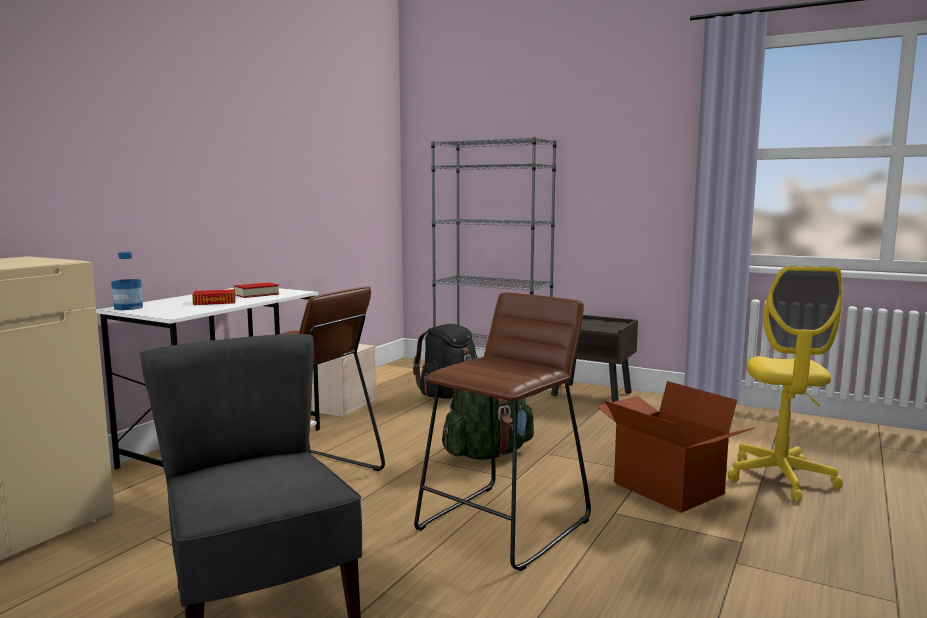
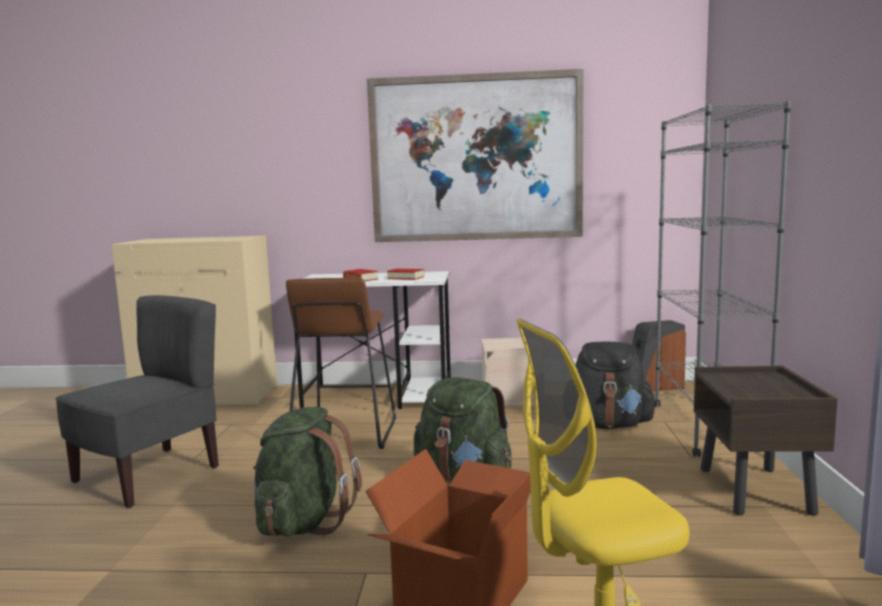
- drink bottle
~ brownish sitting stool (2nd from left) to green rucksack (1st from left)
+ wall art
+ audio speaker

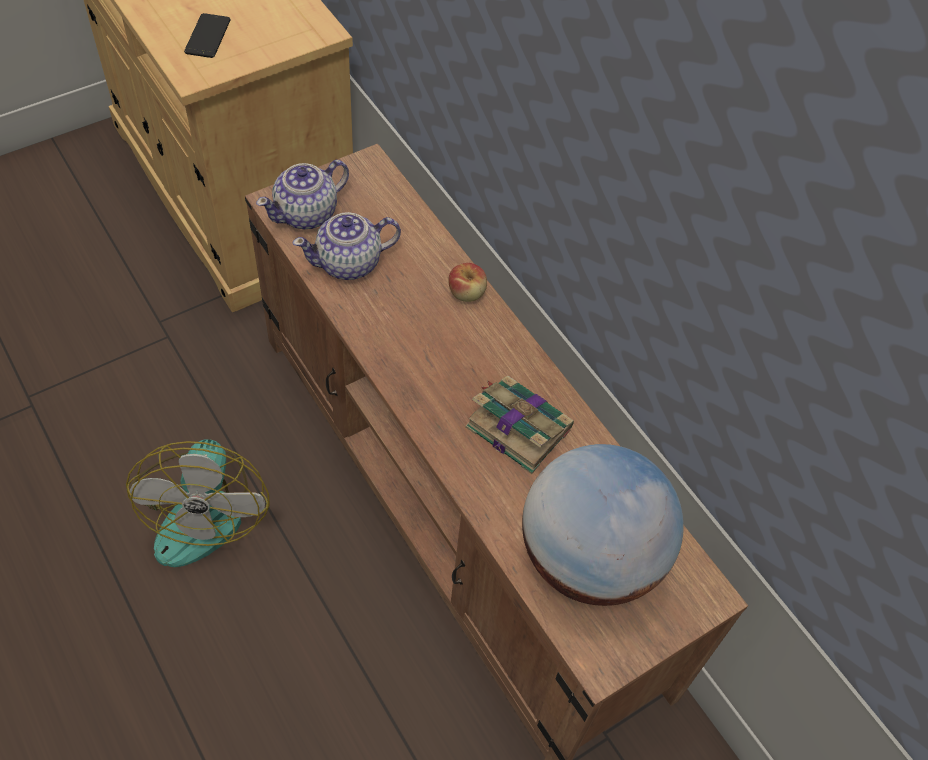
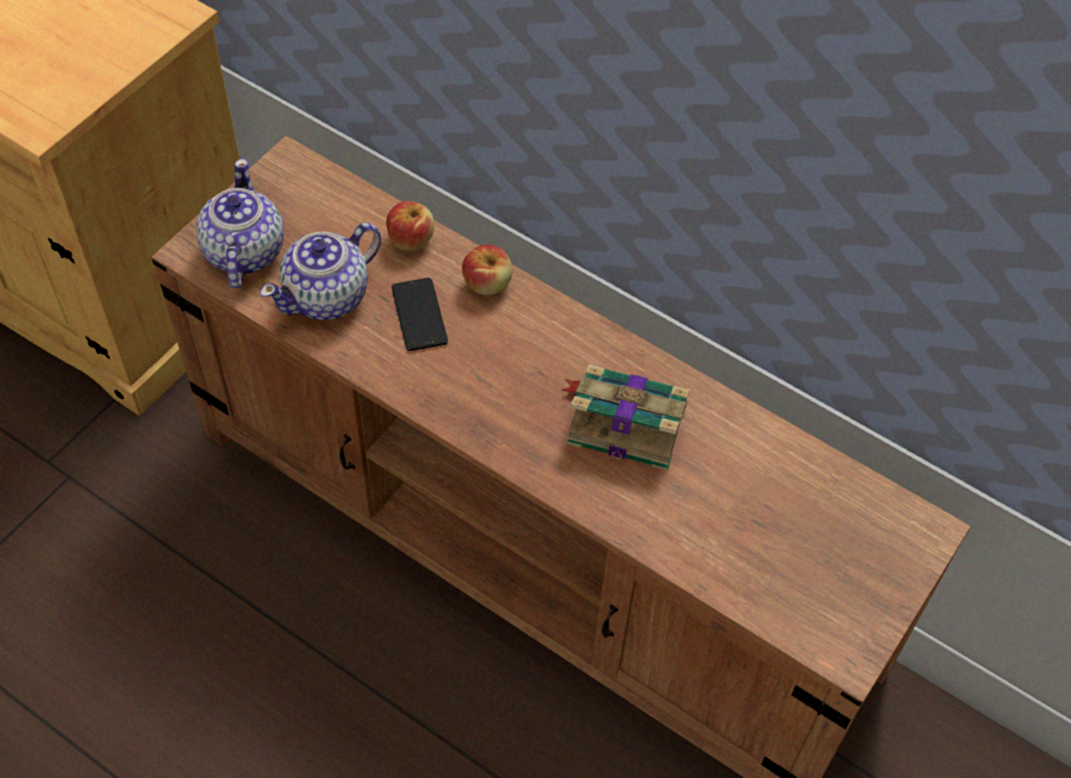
~ handset
~ tea pot (1st from left) 150 degrees clockwise
- fan
- world globe
+ whole apple (1st from left)

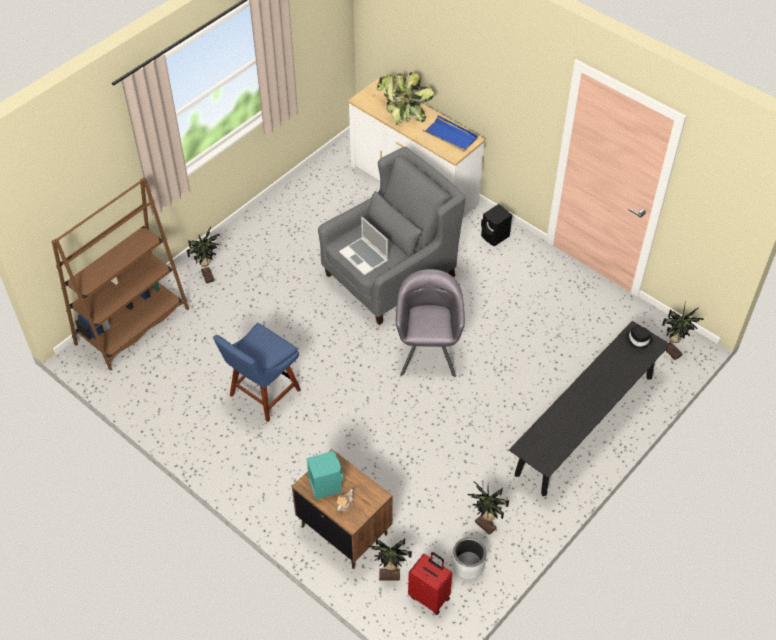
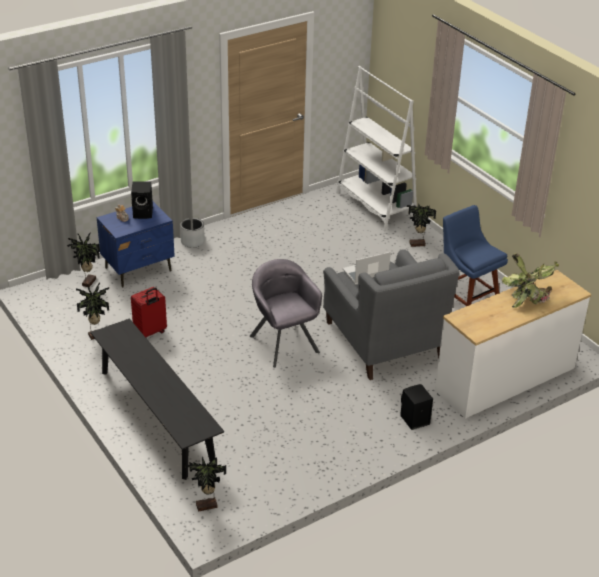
- bluish tray
~ brownish shelving unit to white shelving unit
~ grey easy chair (2nd from left in the first image) 135 degrees counterclockwise
~ bluish upright chair
- blackish clothing hat
~ brownish night table to bluish night table
~ blue-green audio speaker to blackish audio speaker (1st from left)
~ grey flower pot
~ reddish travel case

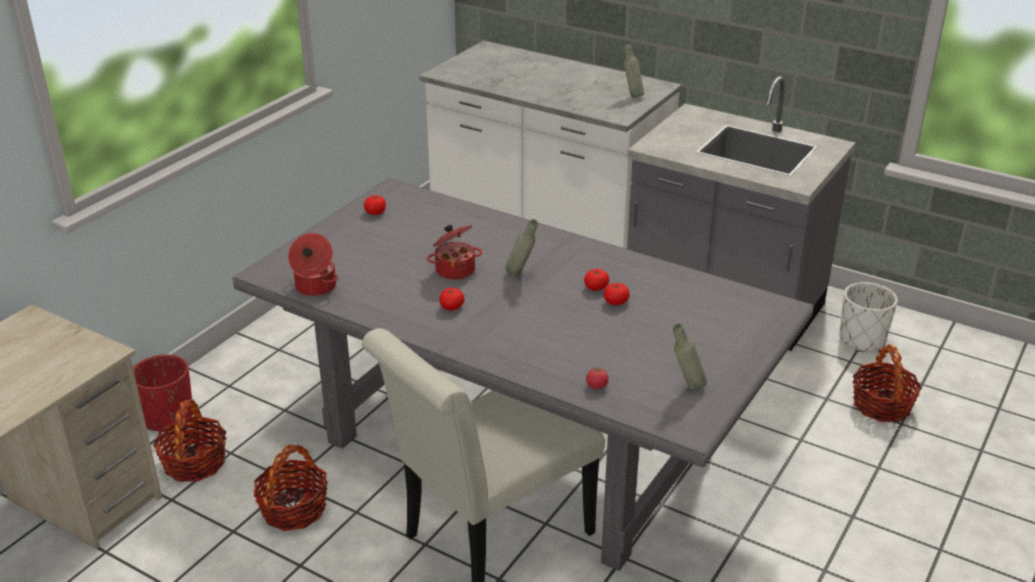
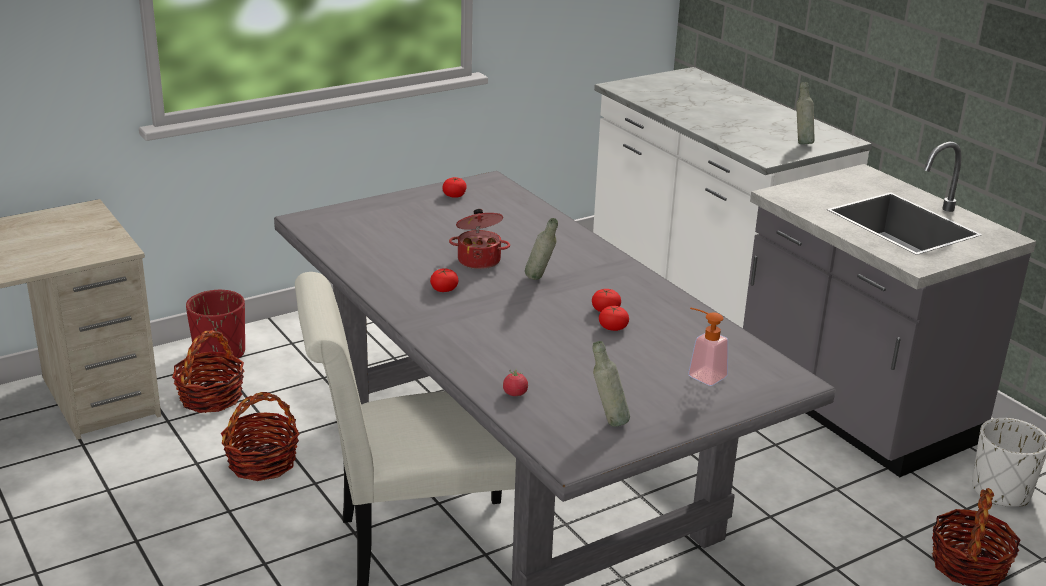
- cooking pot (1st from left)
+ liquid soap bottle

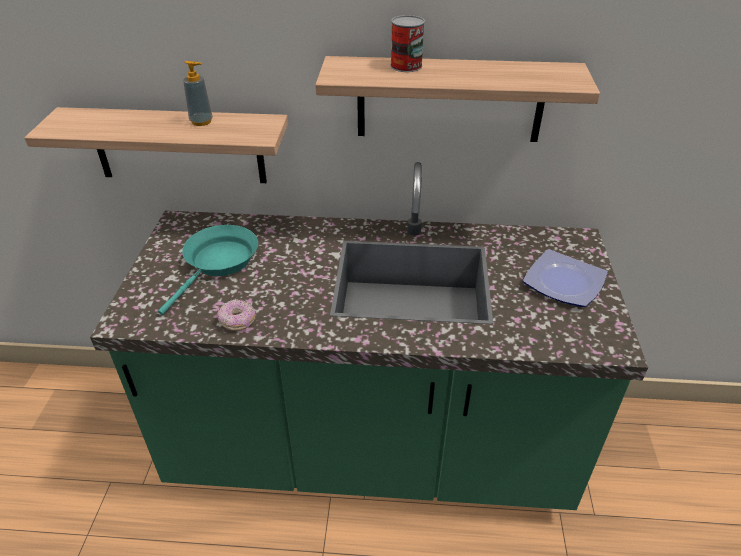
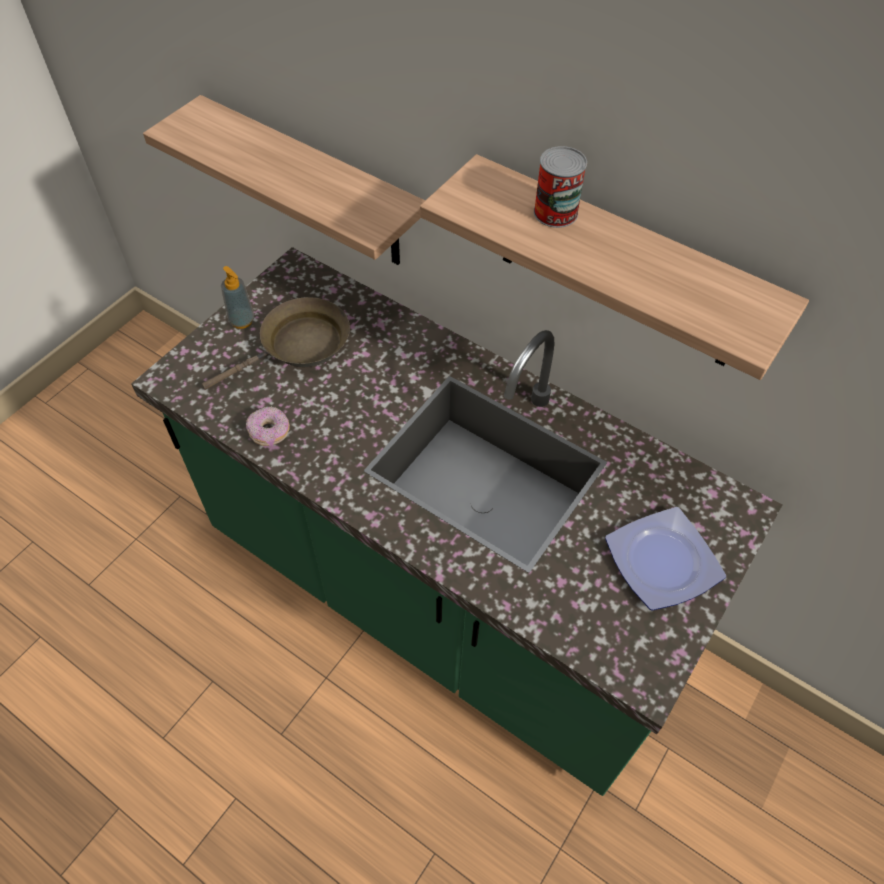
~ liquid soap bottle
~ blue-green pan to brownish pan

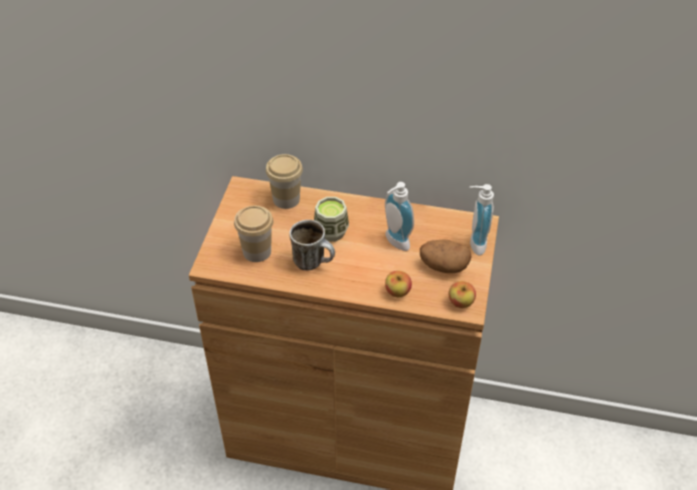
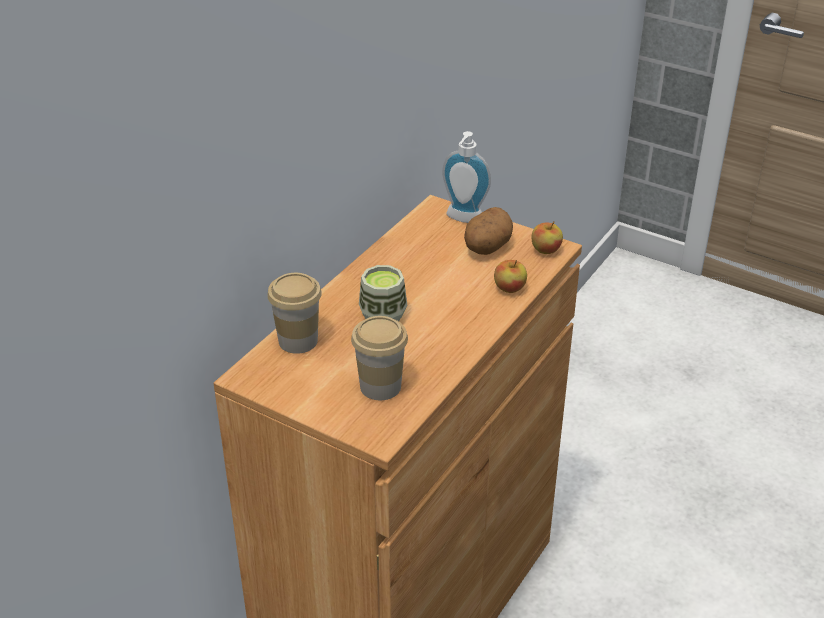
- liquid soap bottle (1st from left)
- coffee mug

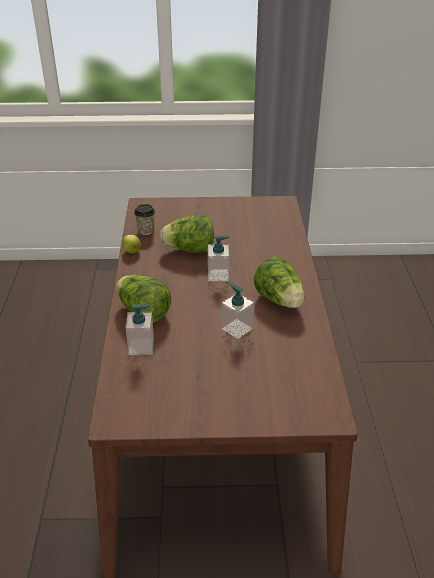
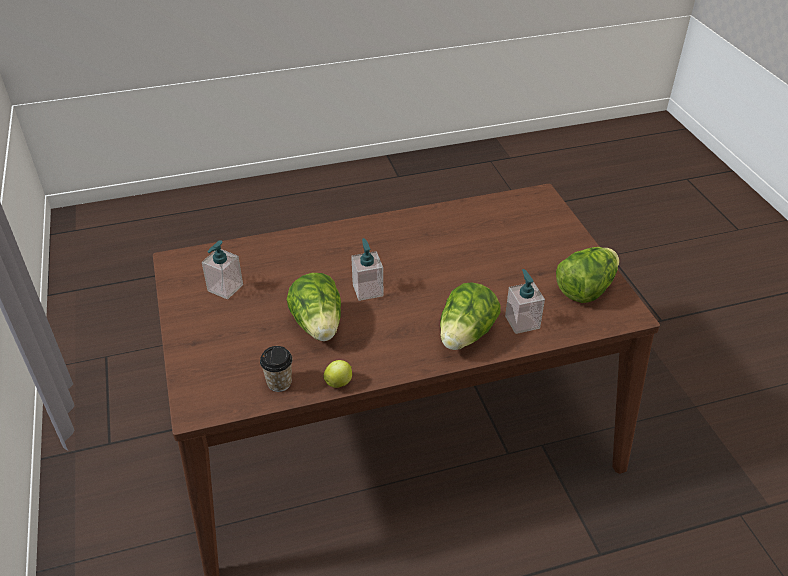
~ lettuce head (3rd from left)
~ liquid soap bottle (3rd from left in the first image) to liquid soap bottle (1st from left)

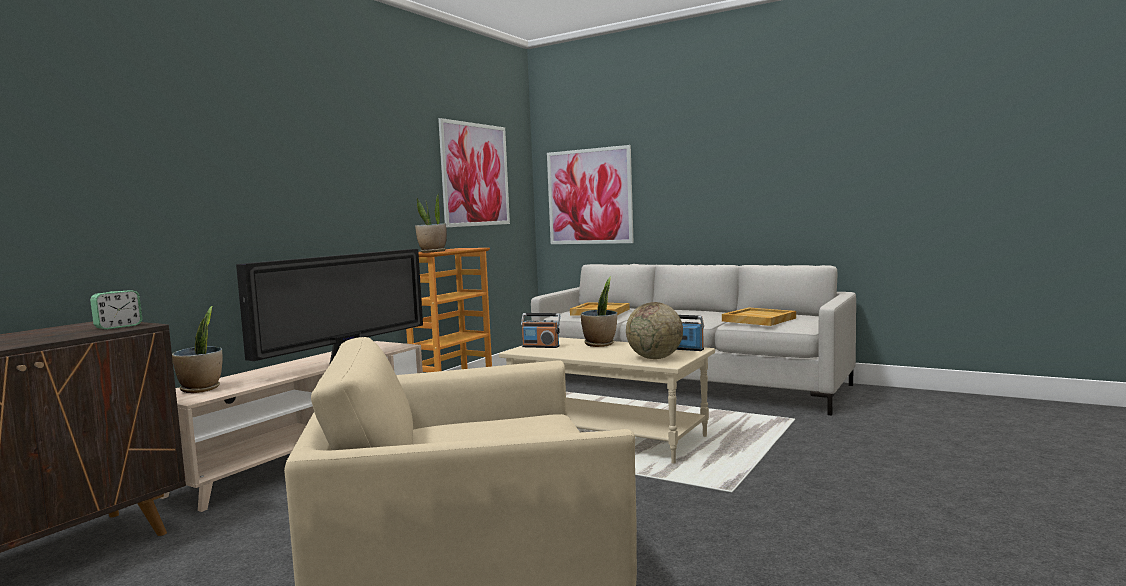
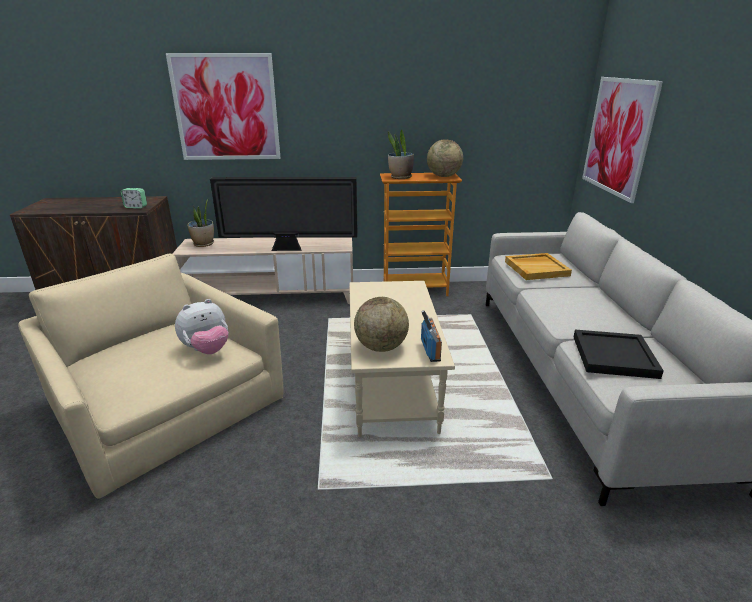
~ wall art (1st from left)
- potted plant (3rd from left)
~ beige tray (2nd from left) to blackish tray
- radio (1st from left)
+ world globe (2nd from left)
+ cuddly toy

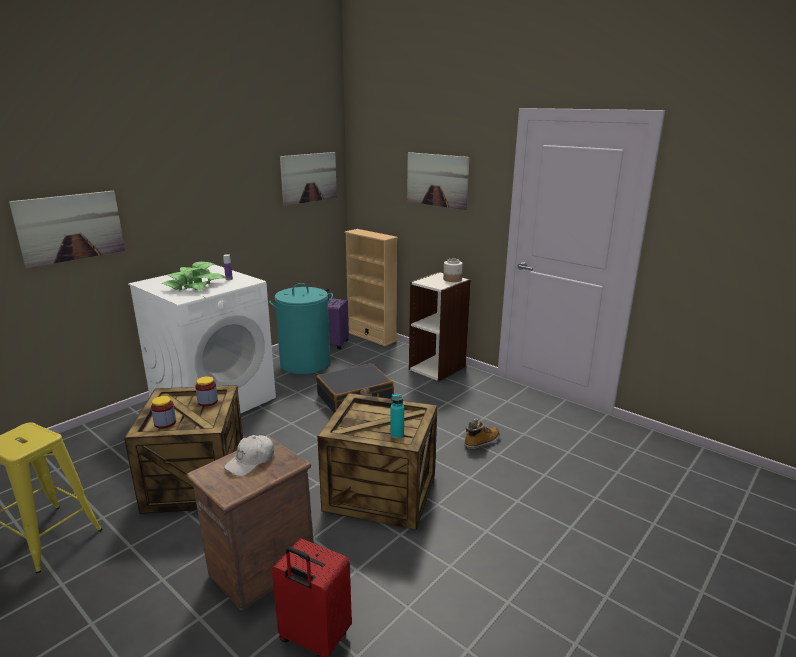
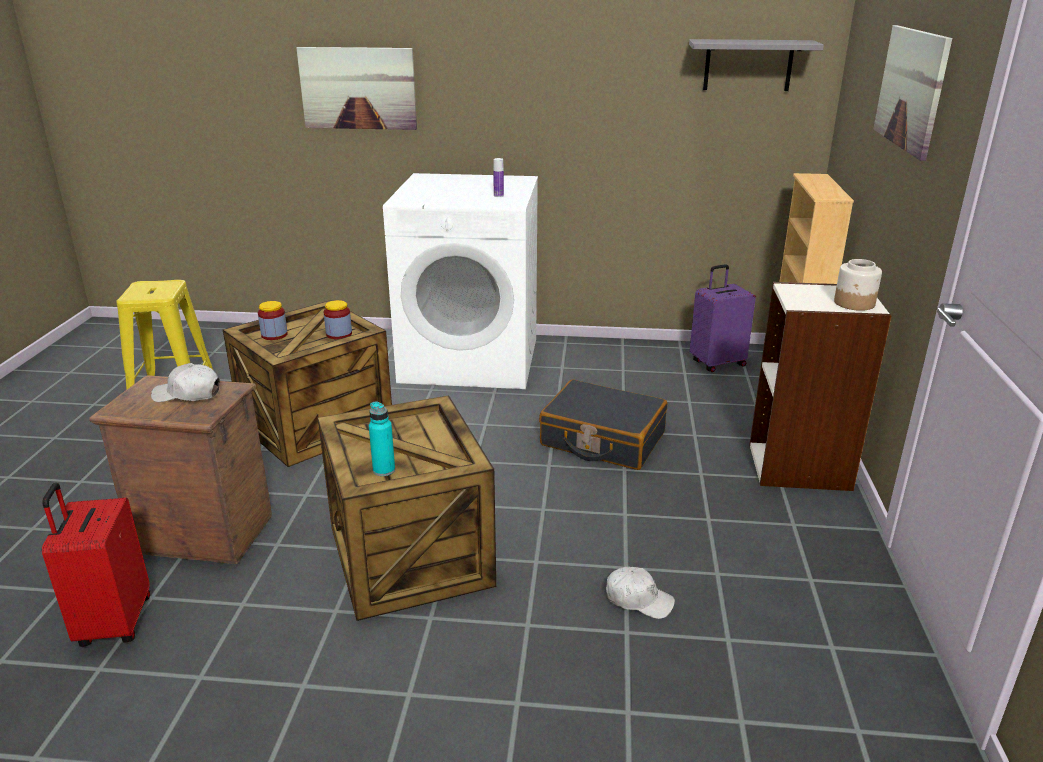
~ wall art (2nd from left) to grey shelf
- potted plant
- blue-green hamper
~ tall boot to white baseball cap (2nd from left)

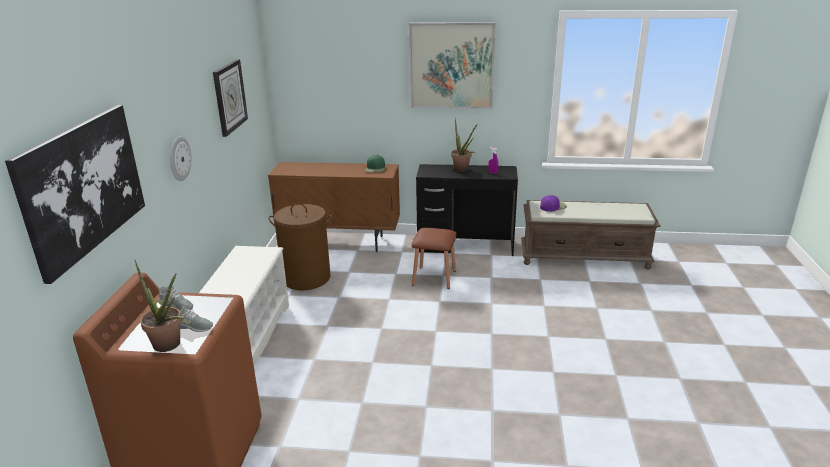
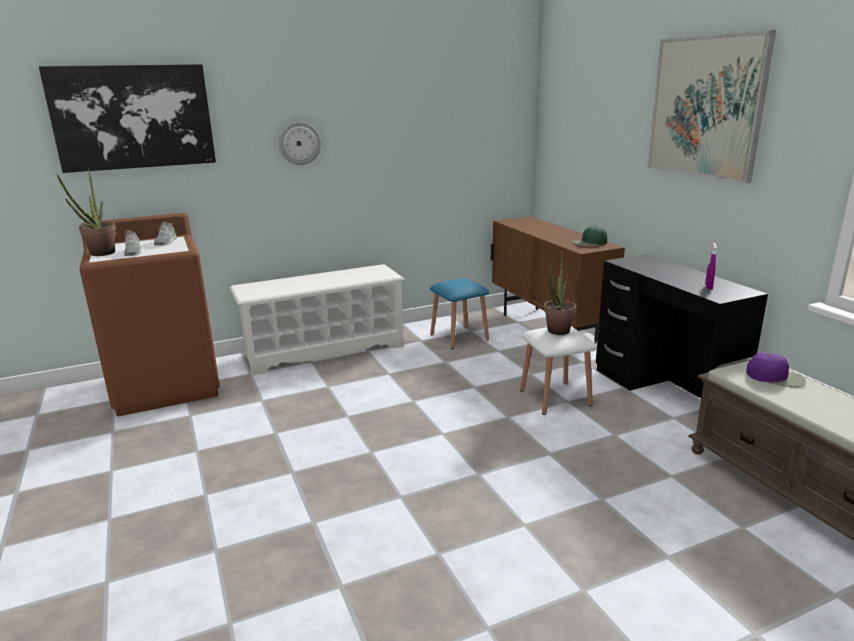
- hanging clock (2nd from left)
~ potted plant (2nd from left)
~ brownish hamper to bluish sitting stool
~ brownish sitting stool to white sitting stool

